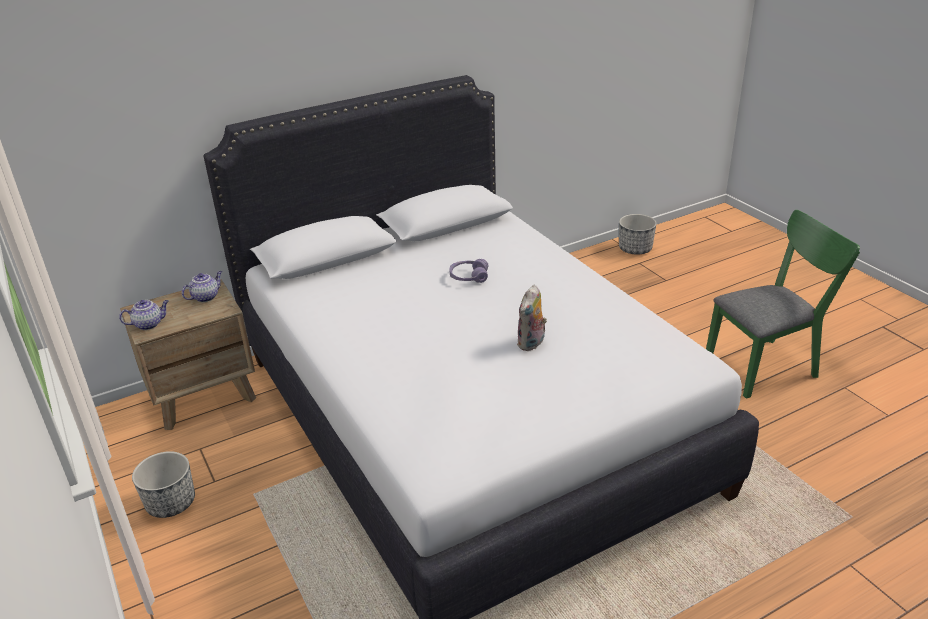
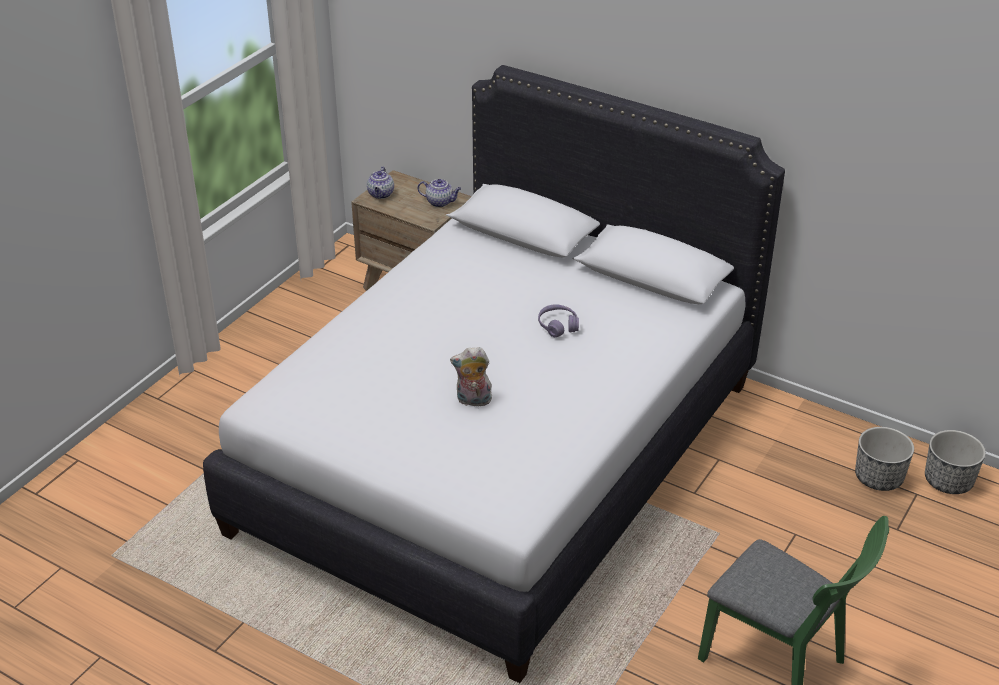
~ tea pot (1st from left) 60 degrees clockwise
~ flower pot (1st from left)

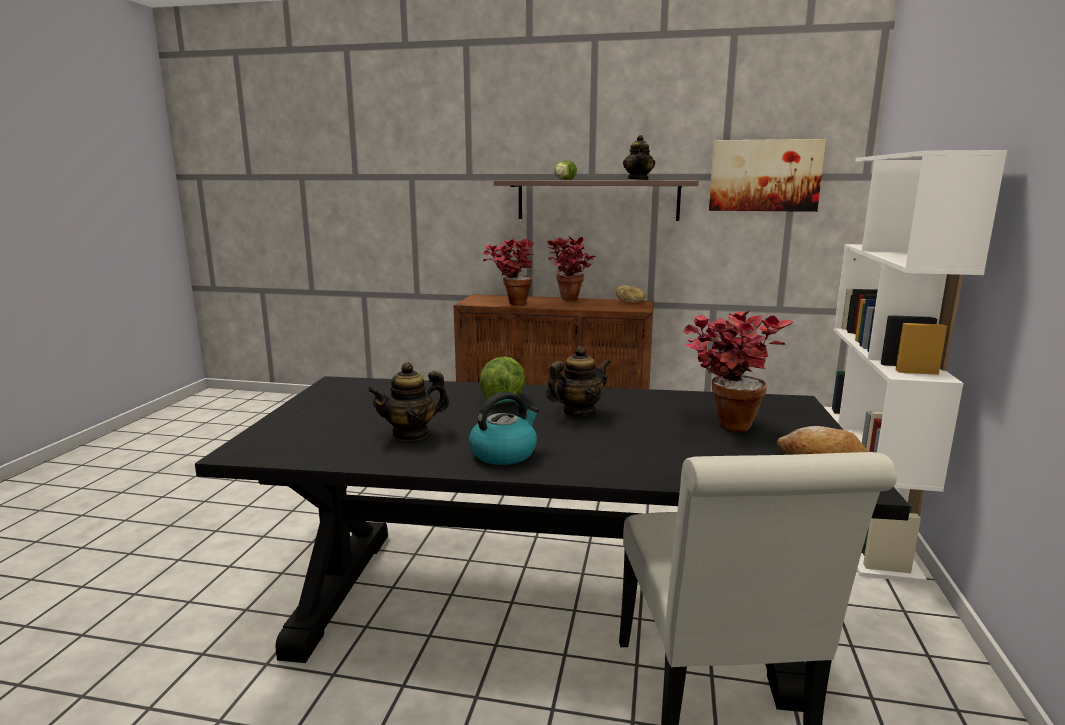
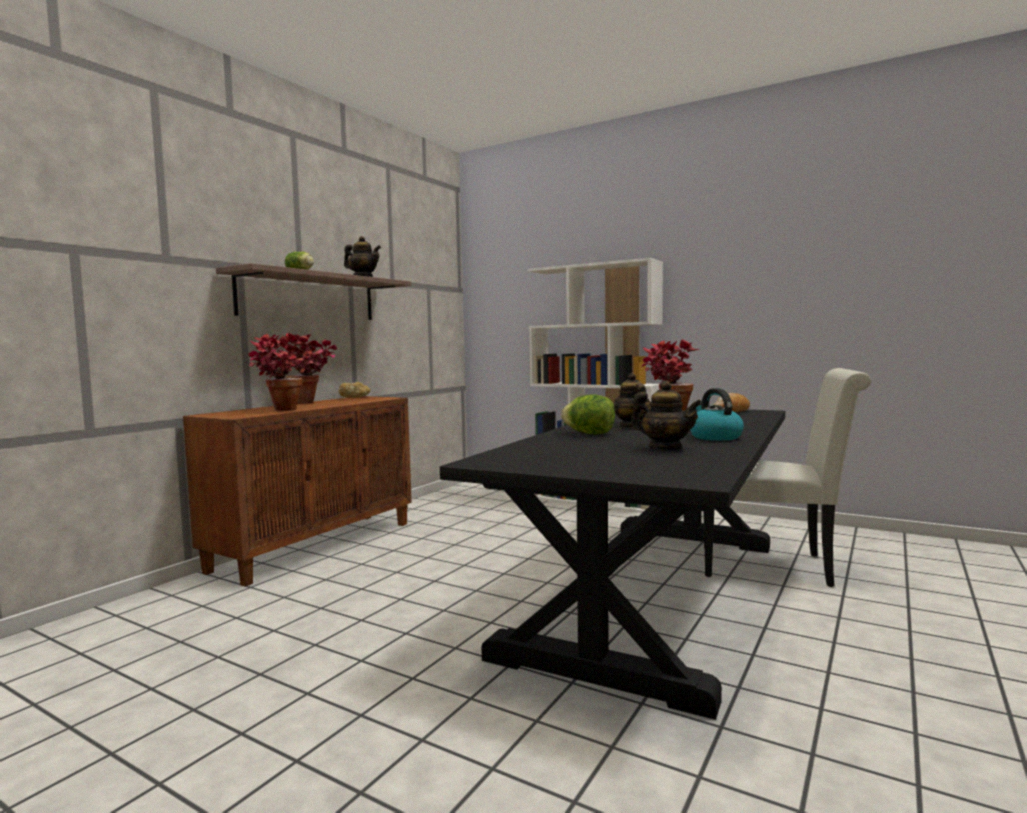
- wall art
~ tea pot (1st from left in the first image) 45 degrees counterclockwise

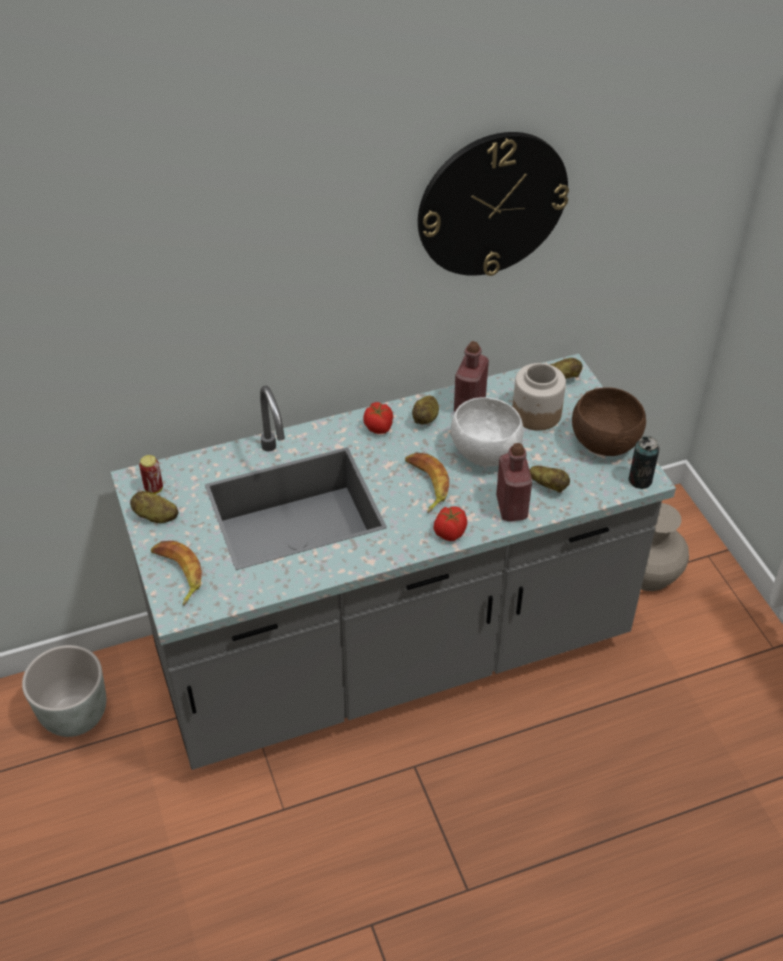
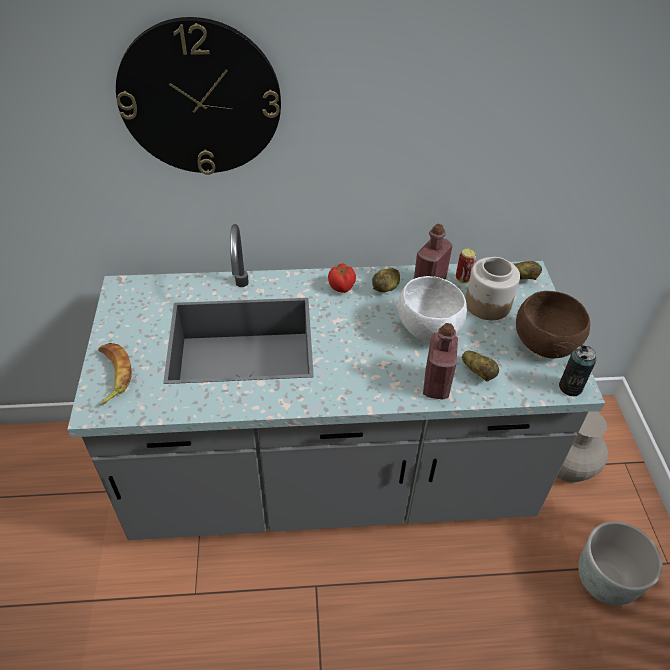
~ hanging clock
- whole banana (2nd from left)
~ can (1st from left)
- potato (1st from left)
- fresh tomato (2nd from left)
~ grey flower pot

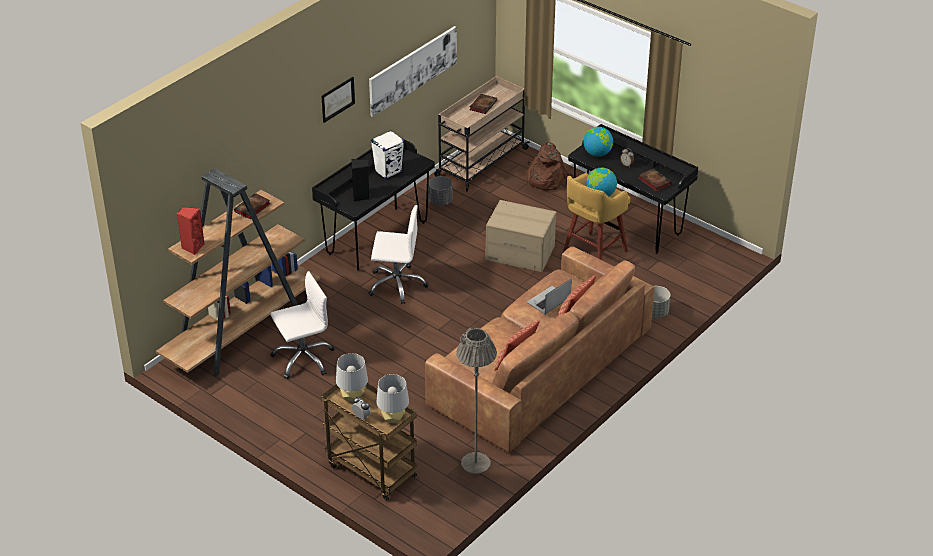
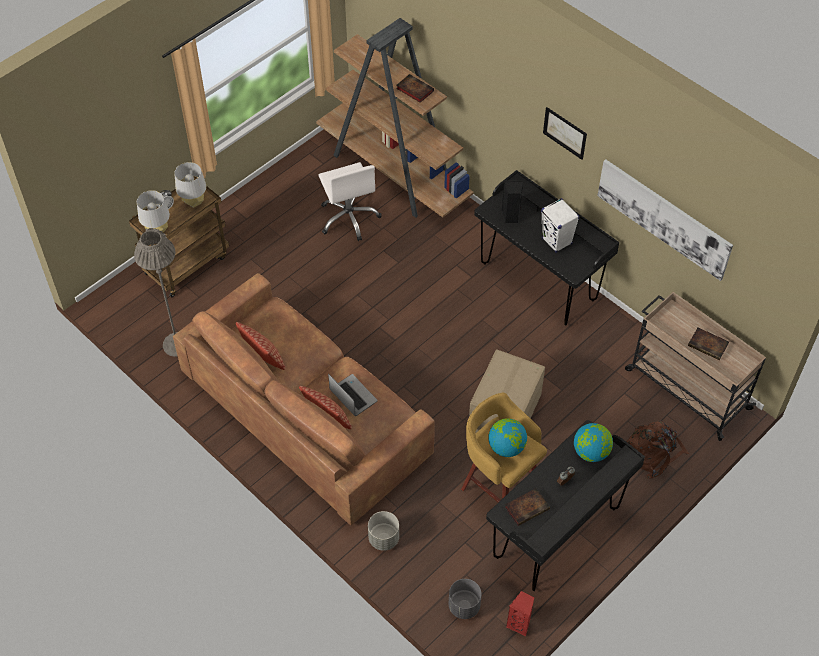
~ grey flower pot (1st from left in the first image) to grey flower pot (2nd from left)
- white office chair (2nd from left)
~ reddish audio speaker

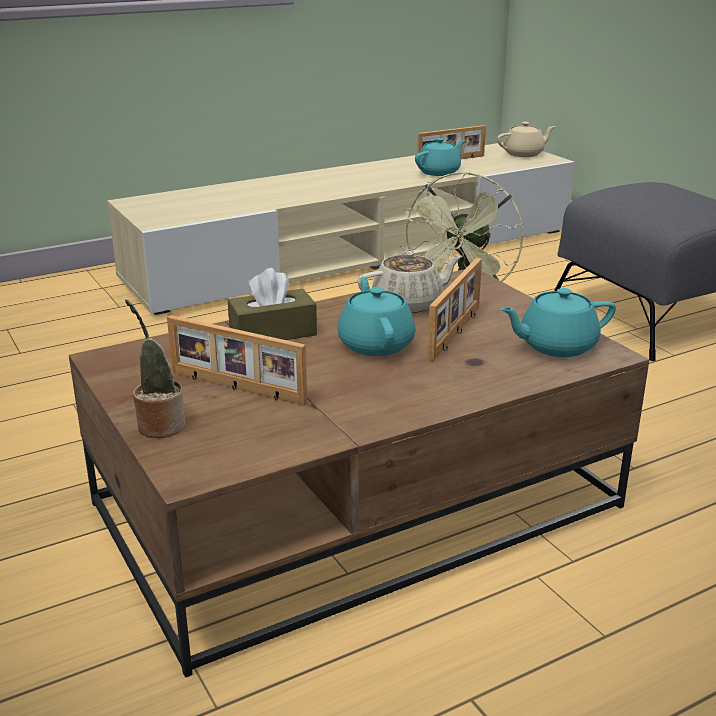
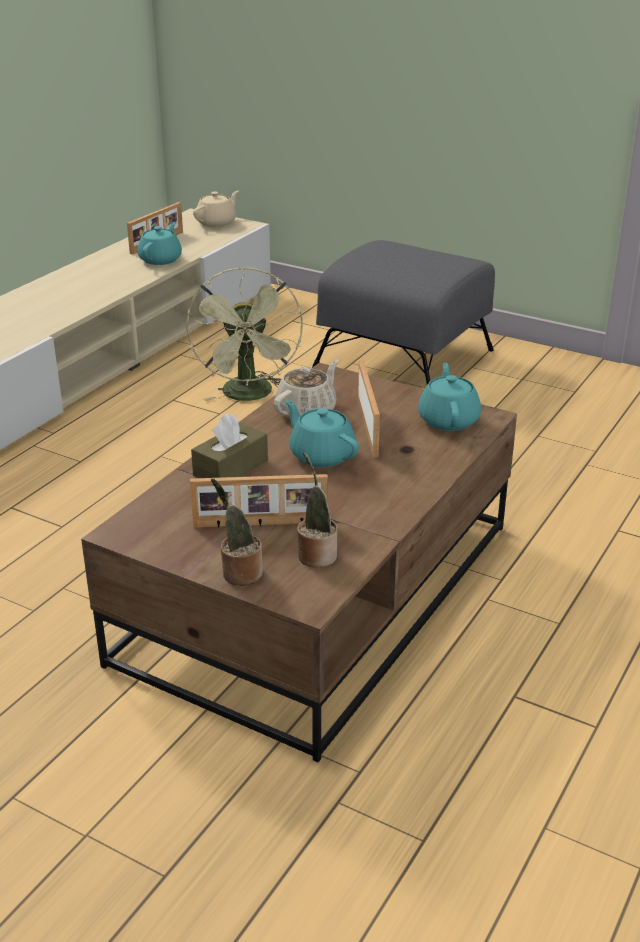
~ blue-green tea pot (3rd from left) 135 degrees clockwise
+ potted plant (2nd from left)

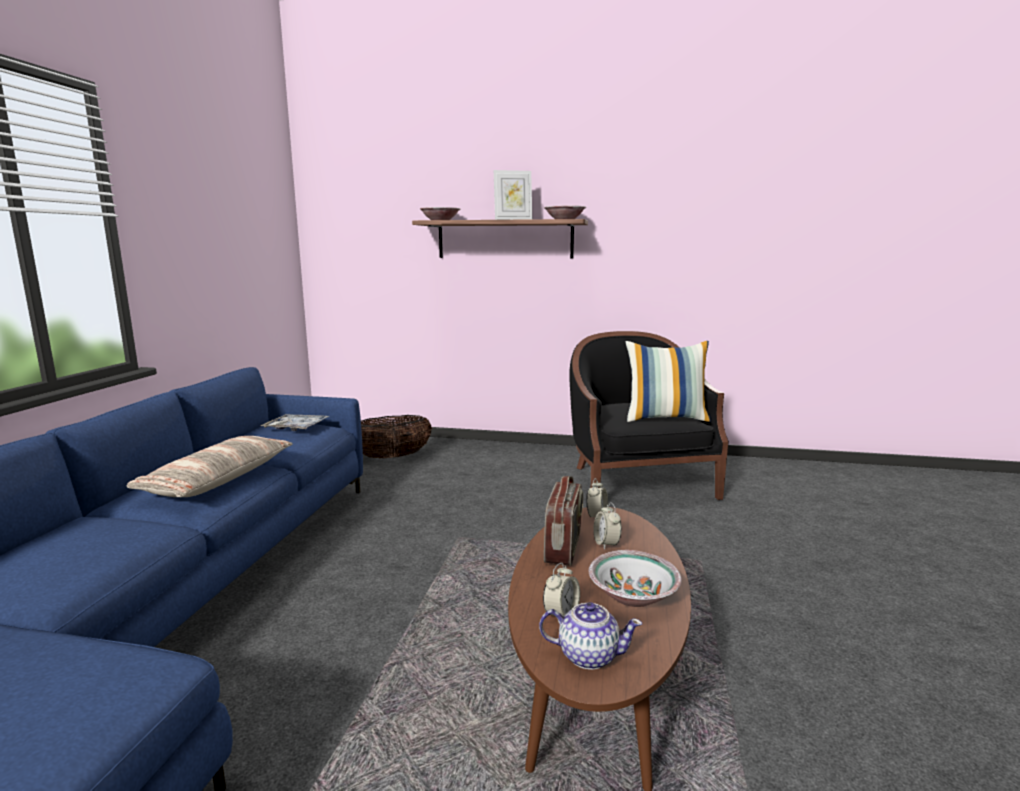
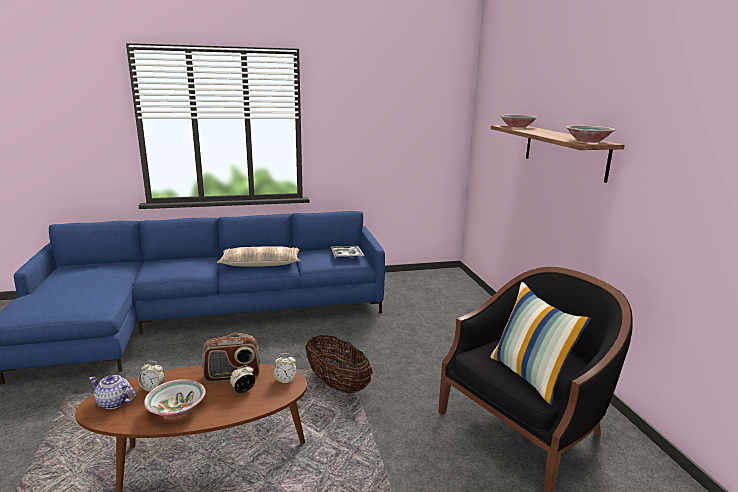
- standing frame
~ household basket
~ tea pot 120 degrees clockwise

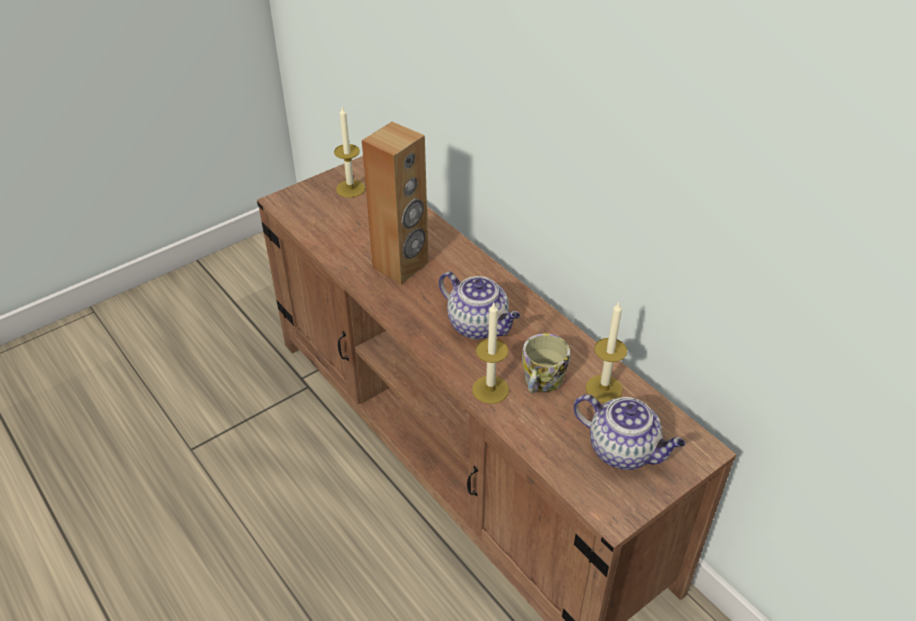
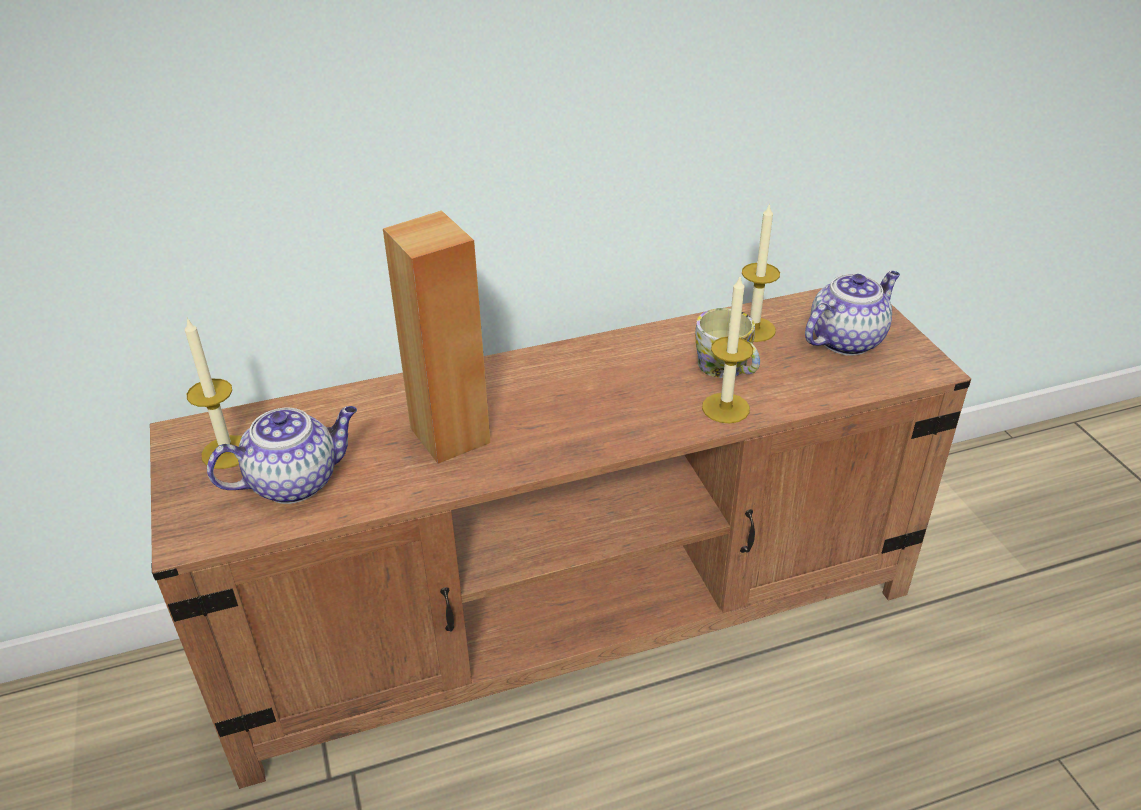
~ tea pot (1st from left)

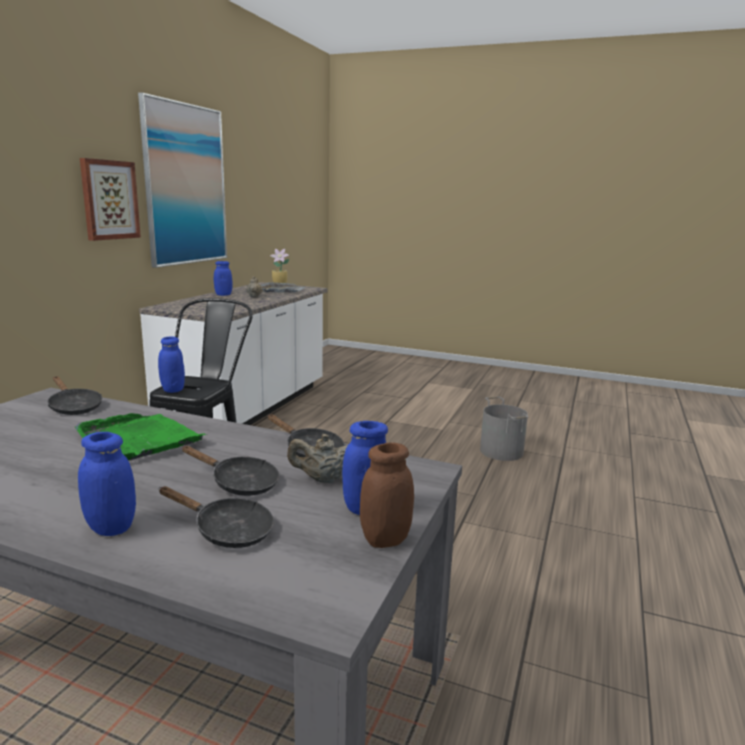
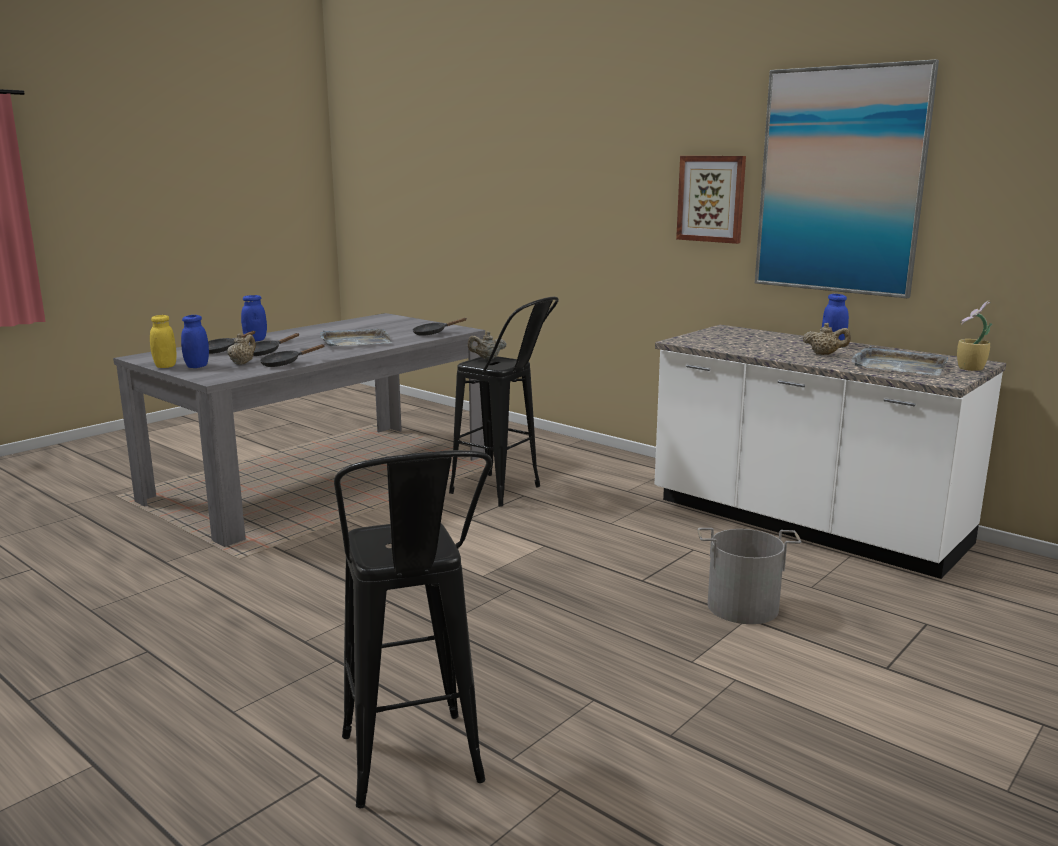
~ bluish preserve jar (2nd from left) to beige tea pot (2nd from left)
~ grey water bucket
~ green tray to grey tray (1st from left)
~ brownish preserve jar to yellow preserve jar
+ blackish sitting stool (1st from left)

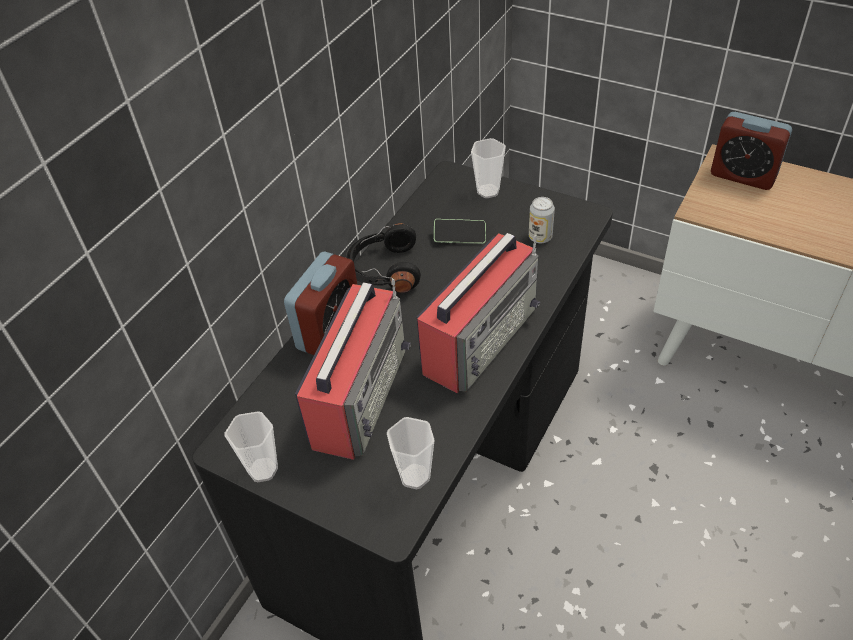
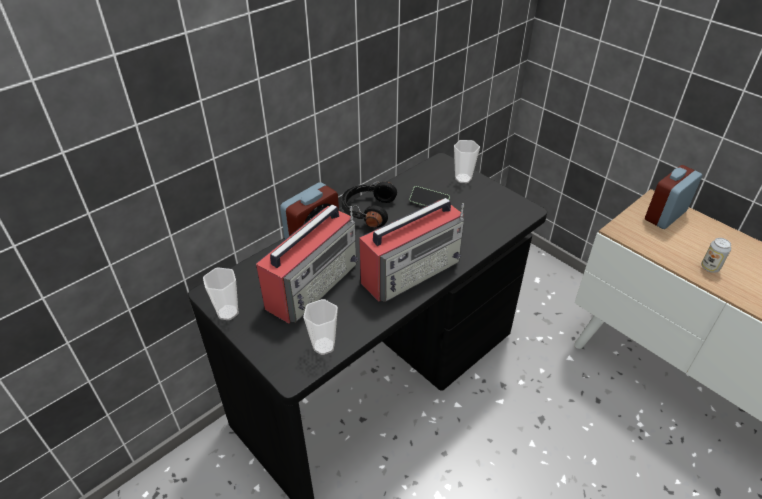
~ table clock (2nd from left) 90 degrees clockwise
~ can

